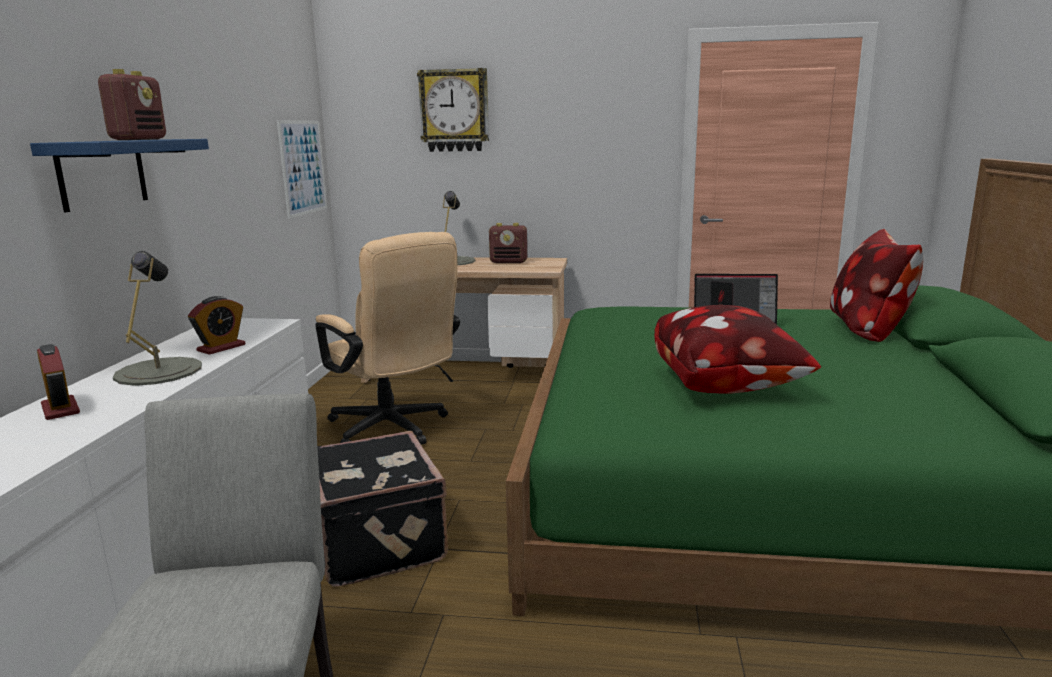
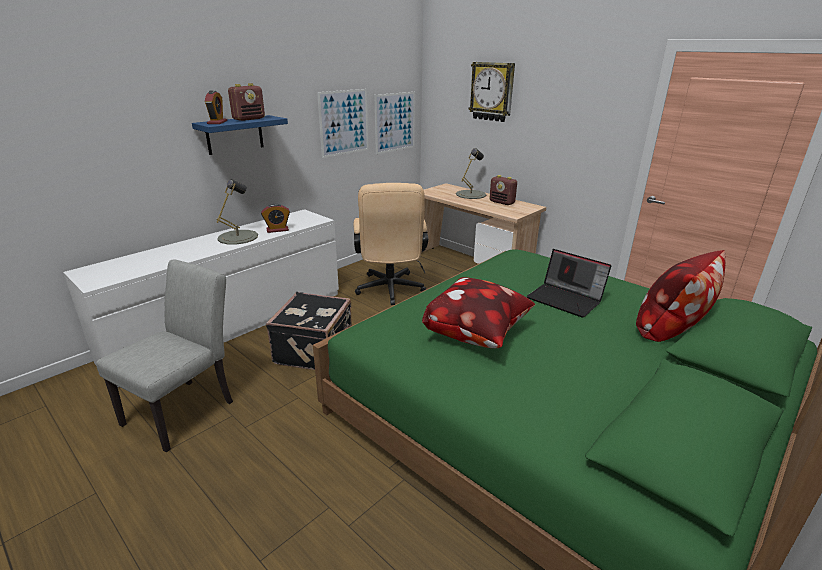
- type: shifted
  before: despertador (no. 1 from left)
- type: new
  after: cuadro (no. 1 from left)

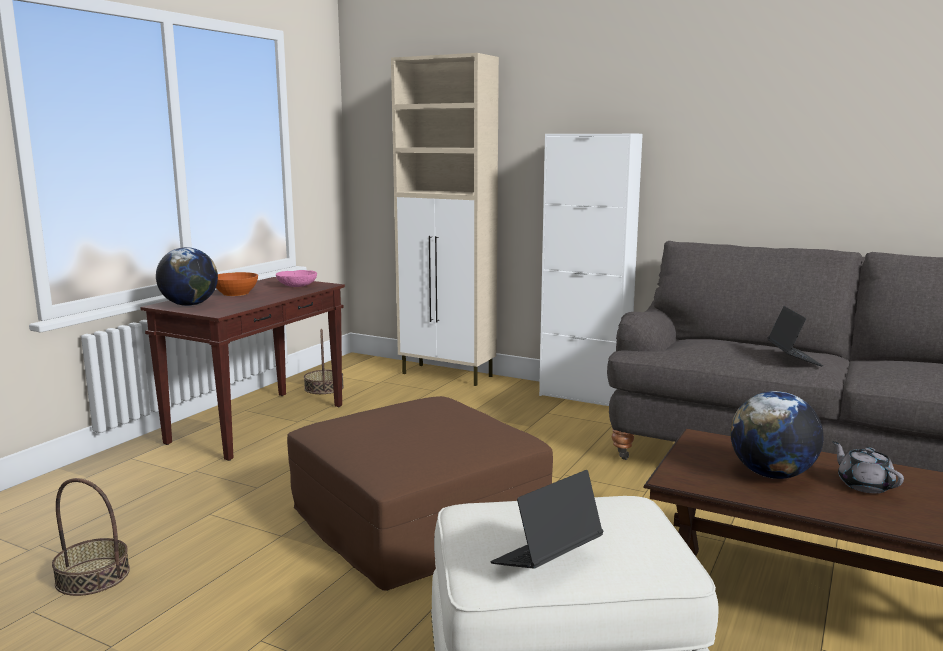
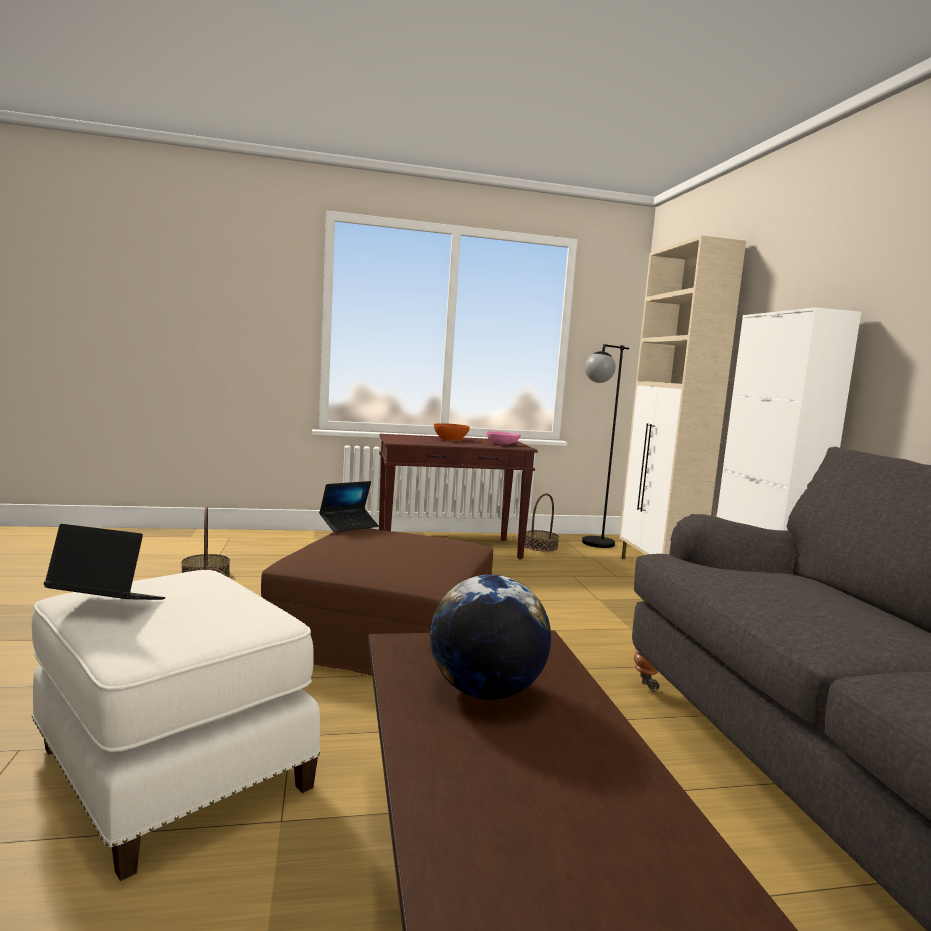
- type: shifted
  before: portátil (no. 2 from left)
- type: new
  after: lámpara de pie (negro)
- type: gone
  before: globo terráqueo (no. 1 from left)
- type: gone
  before: tetera (gris)

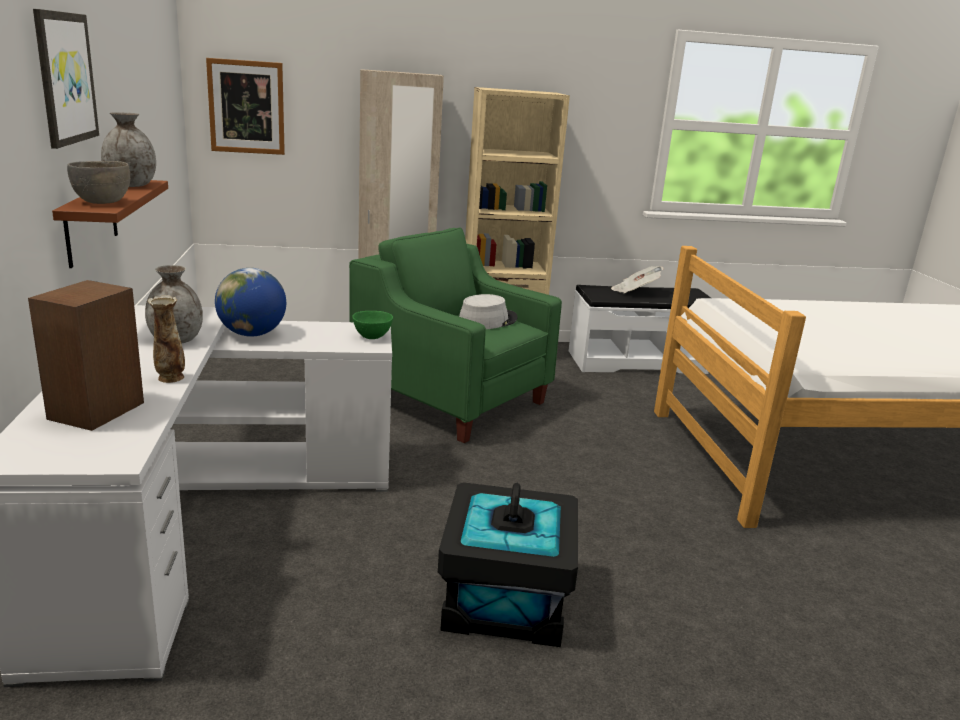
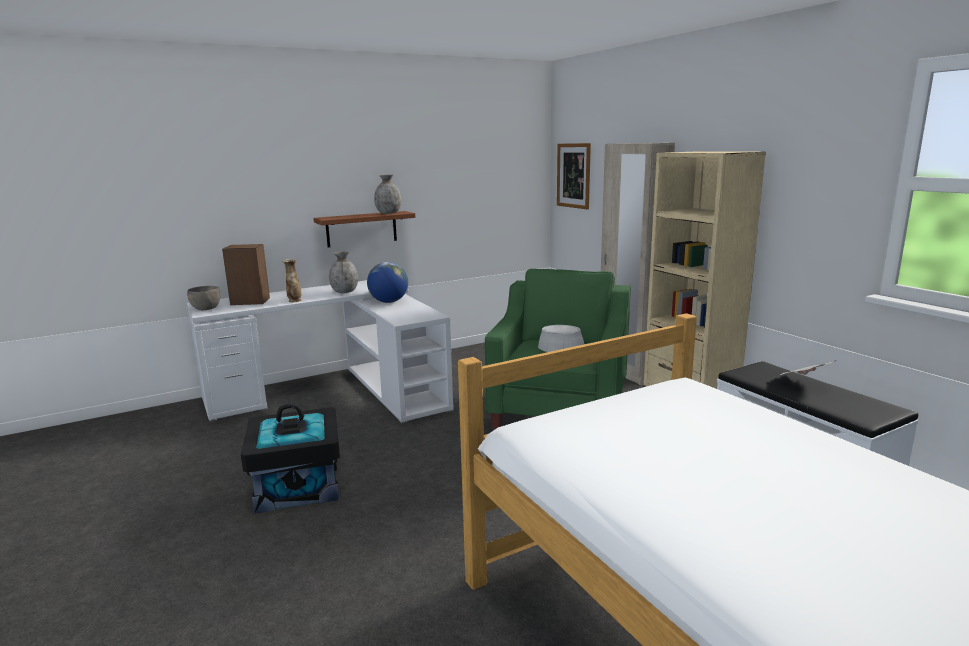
- type: shifted
  before: cuenco (gris)
- type: gone
  before: cuadro (no. 1 from left)
- type: gone
  before: cuenco (verde)

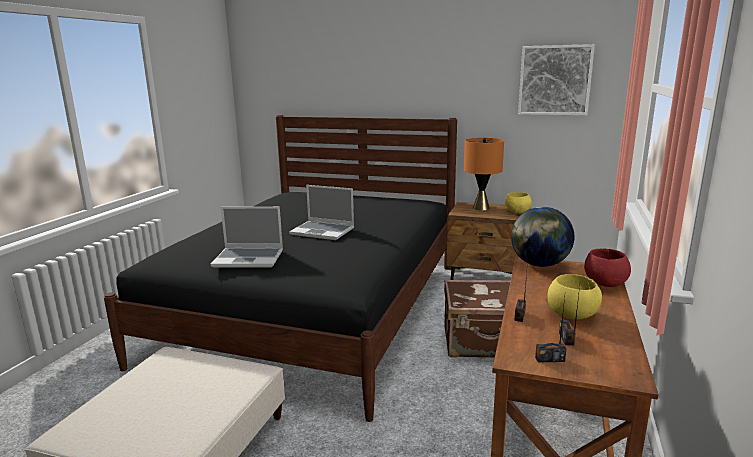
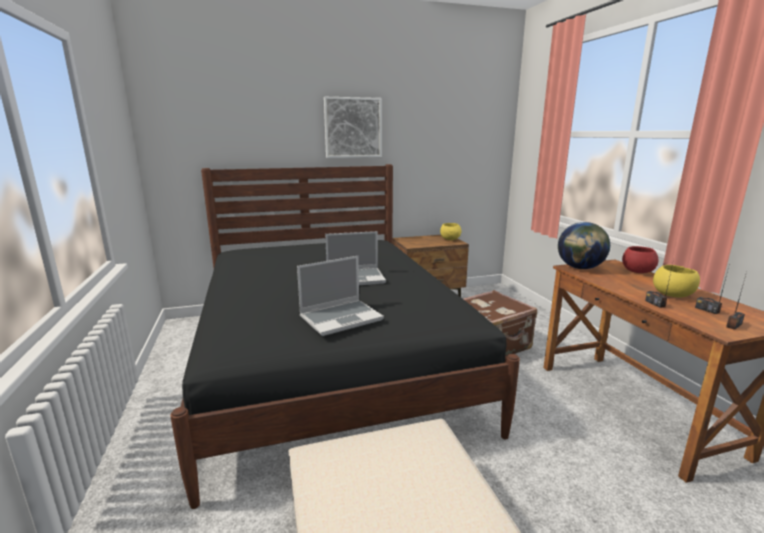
- type: shifted
  before: cuadro
- type: gone
  before: lámpara de mesa (naranja)

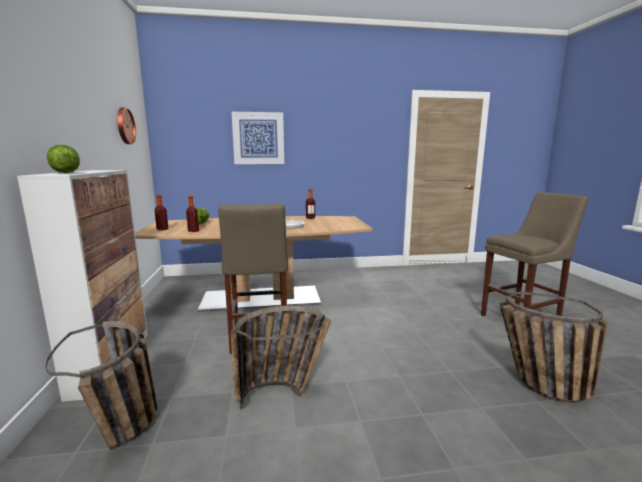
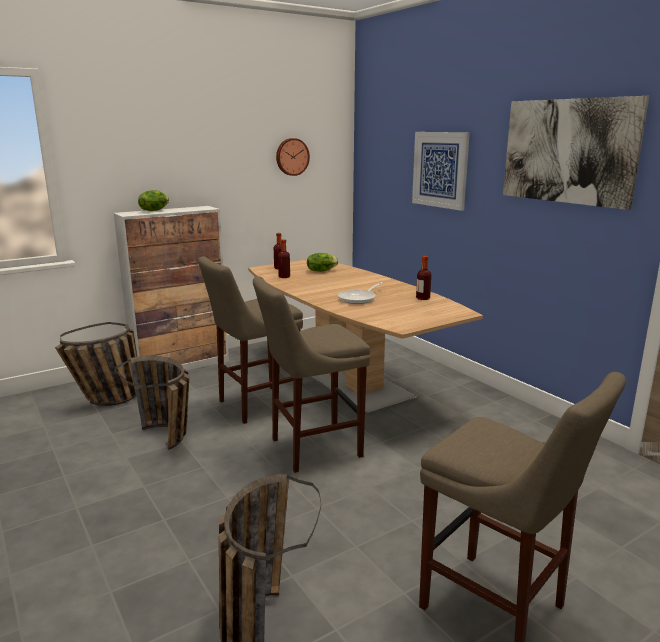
- type: new
  after: taburete (beis) (no. 2 from left)
- type: new
  after: cuadro (no. 2 from left)

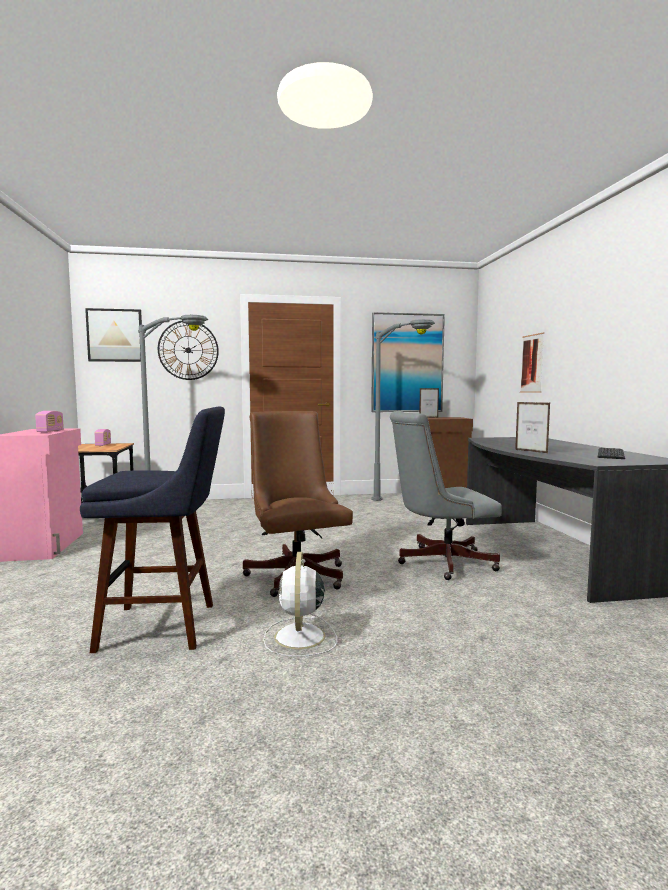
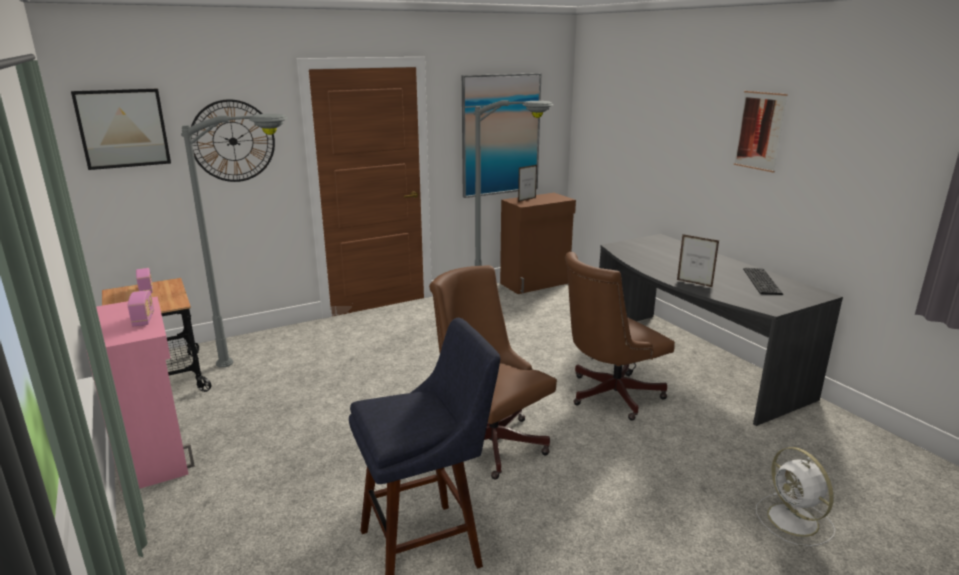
- type: repainted
  before: silla de oficina (gris)
  after: silla de oficina (marrón) (no. 2 from left)
- type: shifted
  before: cuadro (no. 3 from left)
- type: shifted
  before: ventilador (blanco)

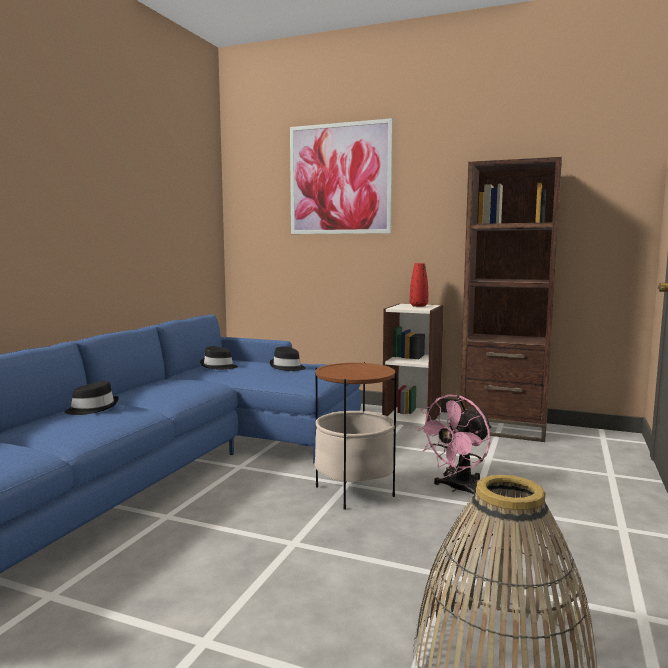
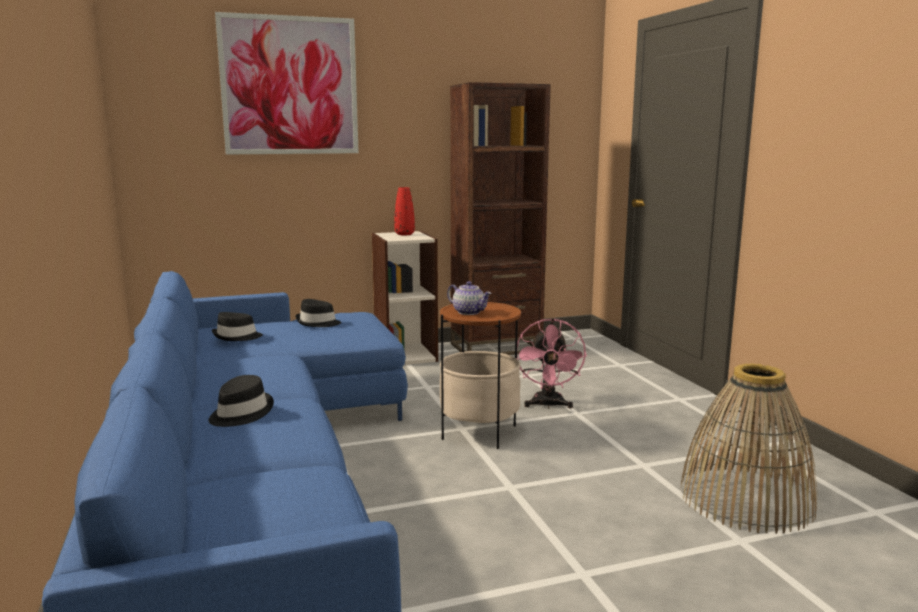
- type: new
  after: tetera

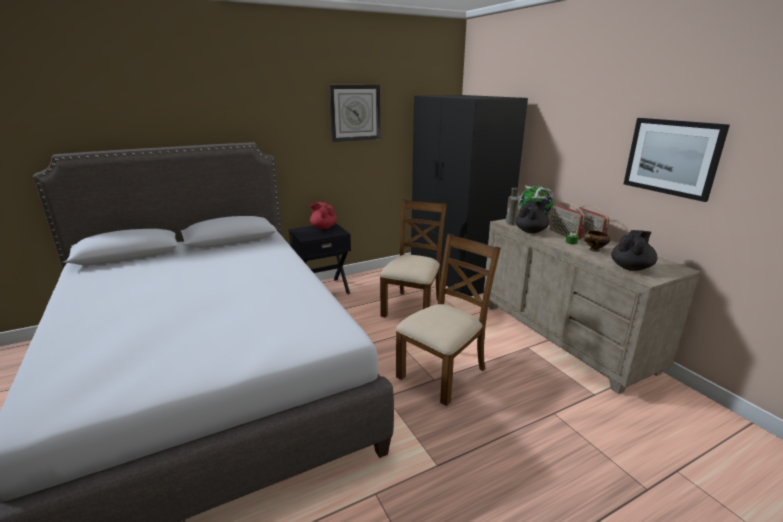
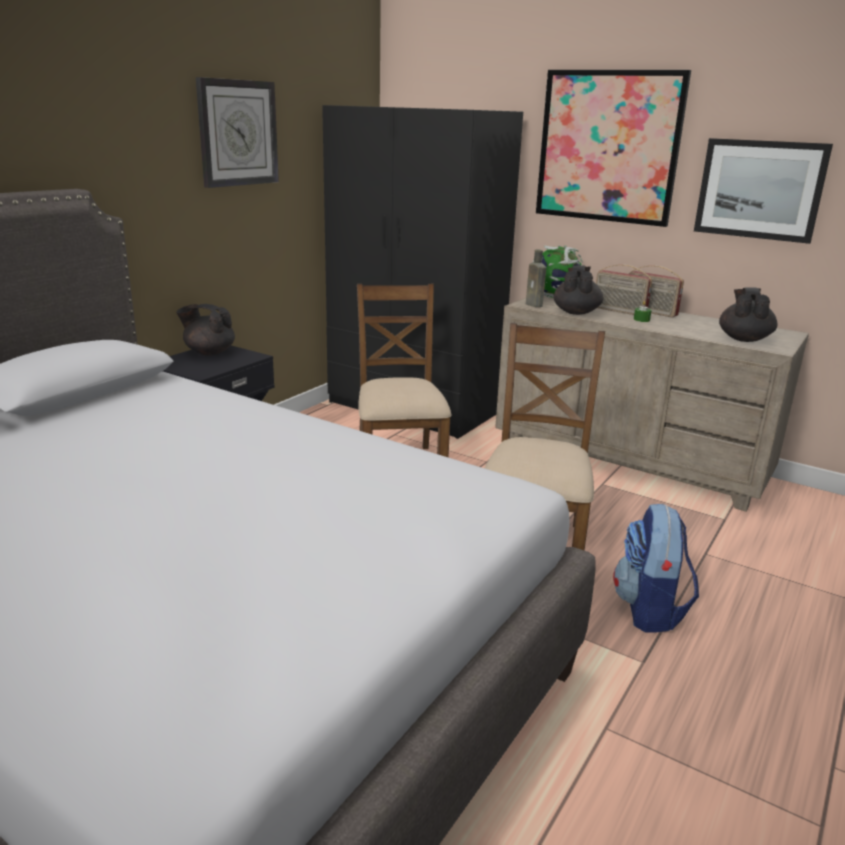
- type: repainted
  before: tetera (rojo)
  after: tetera (negro) (no. 1 from left)
- type: new
  after: cuadro (no. 1 from left)
- type: new
  after: mochila
- type: gone
  before: cuenco

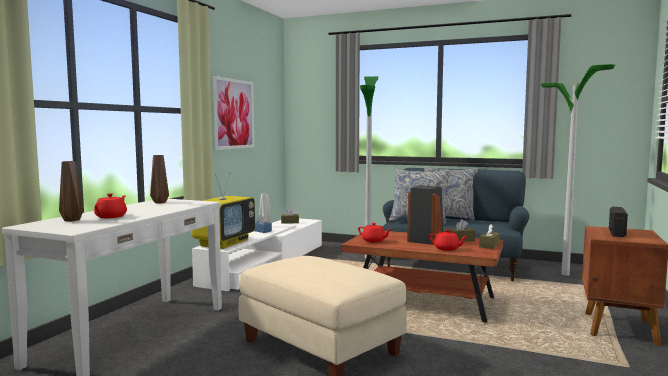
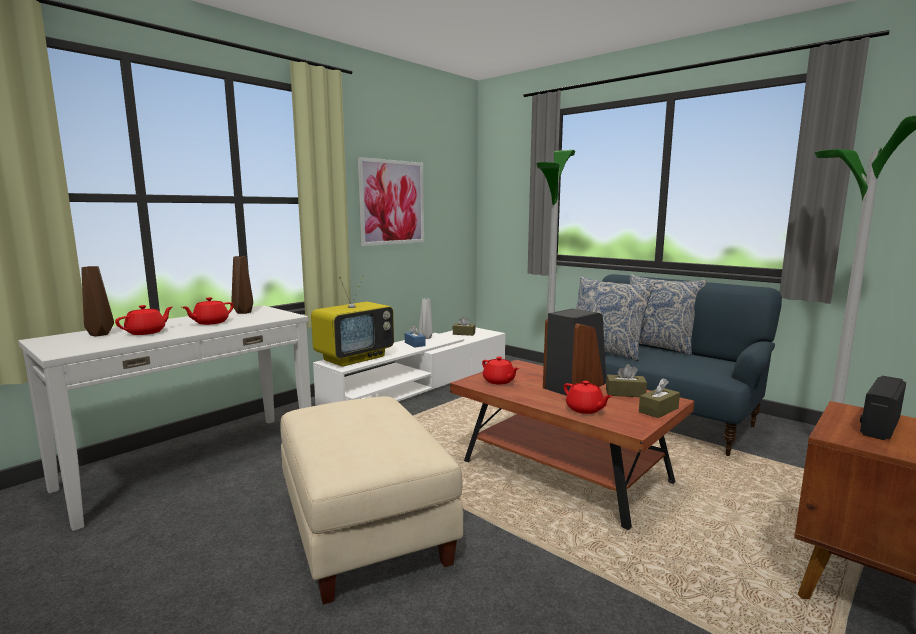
- type: new
  after: tetera (rojo) (no. 2 from left)

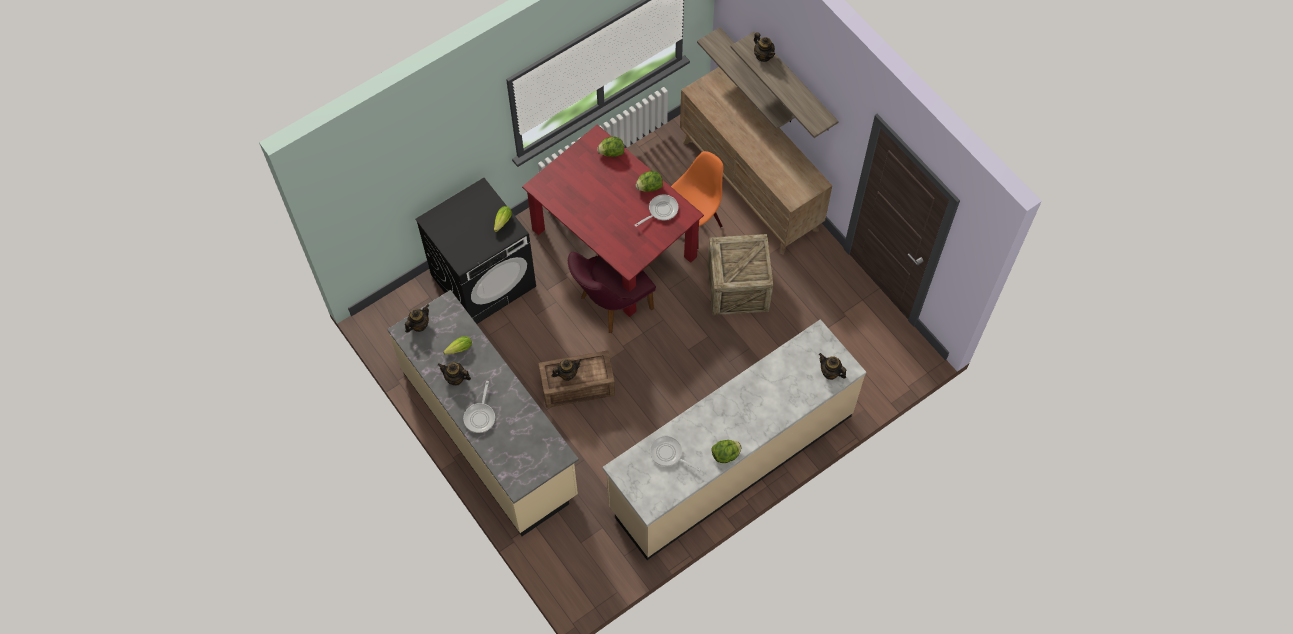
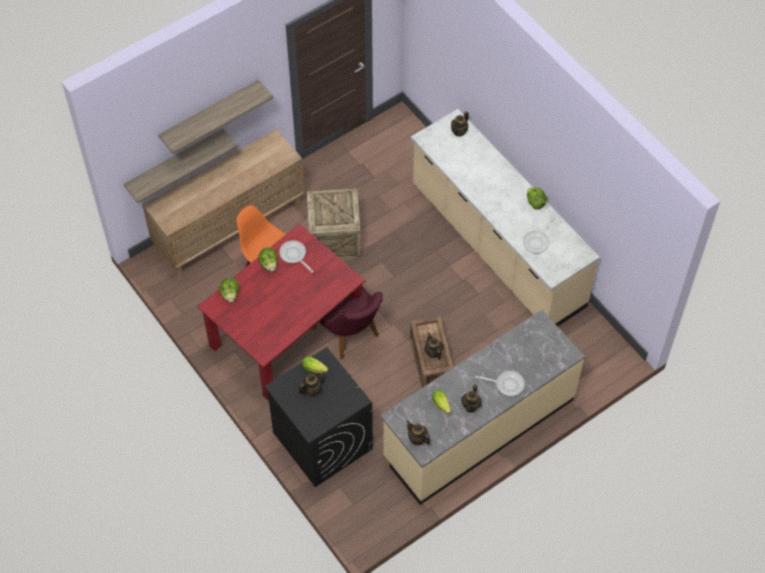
- type: shifted
  before: tetera (no. 4 from left in the first image)
  after: tetera (no. 1 from left)

